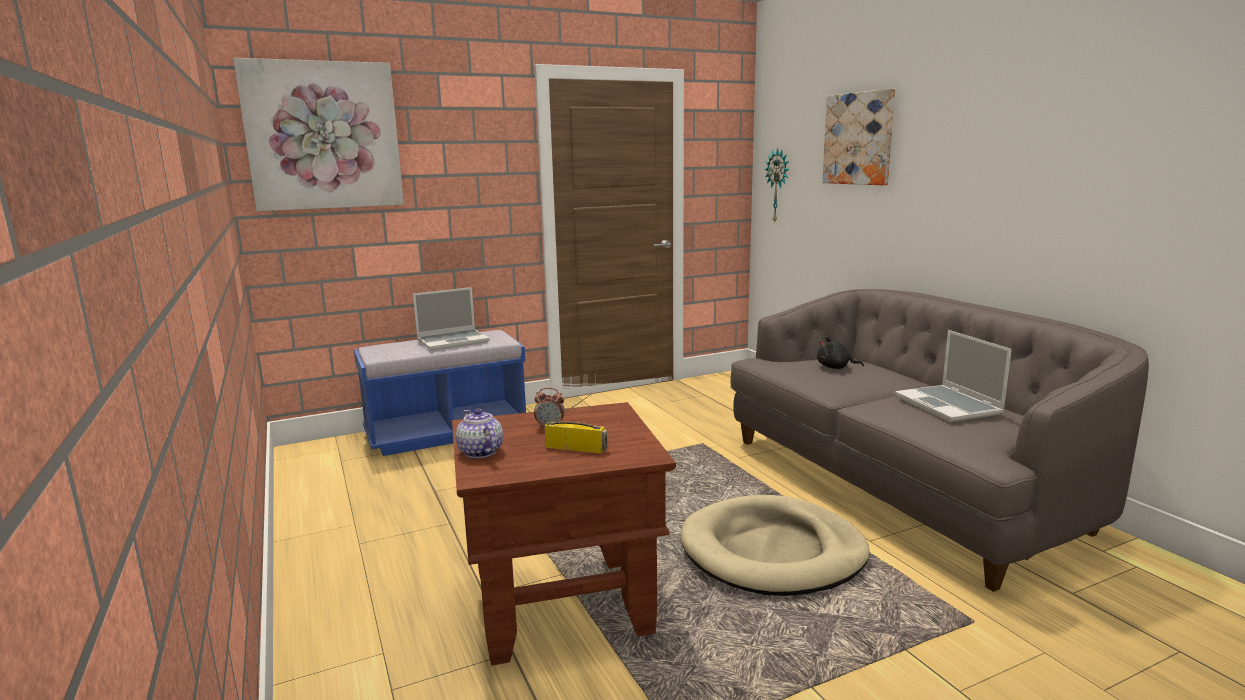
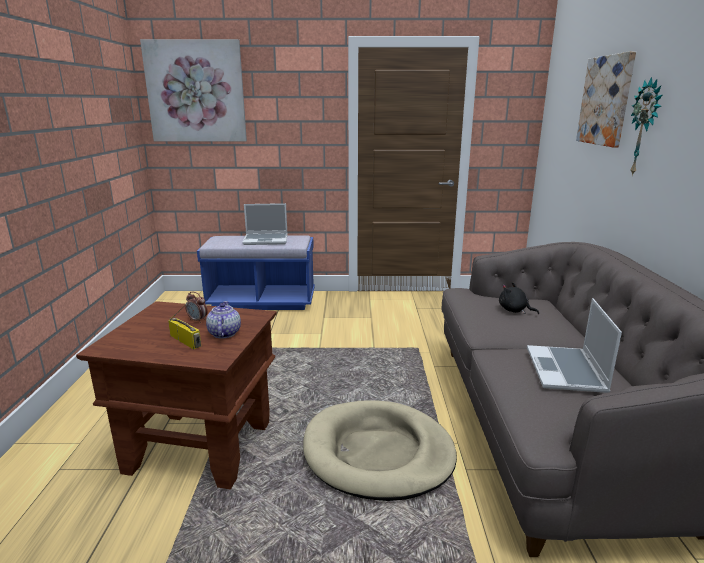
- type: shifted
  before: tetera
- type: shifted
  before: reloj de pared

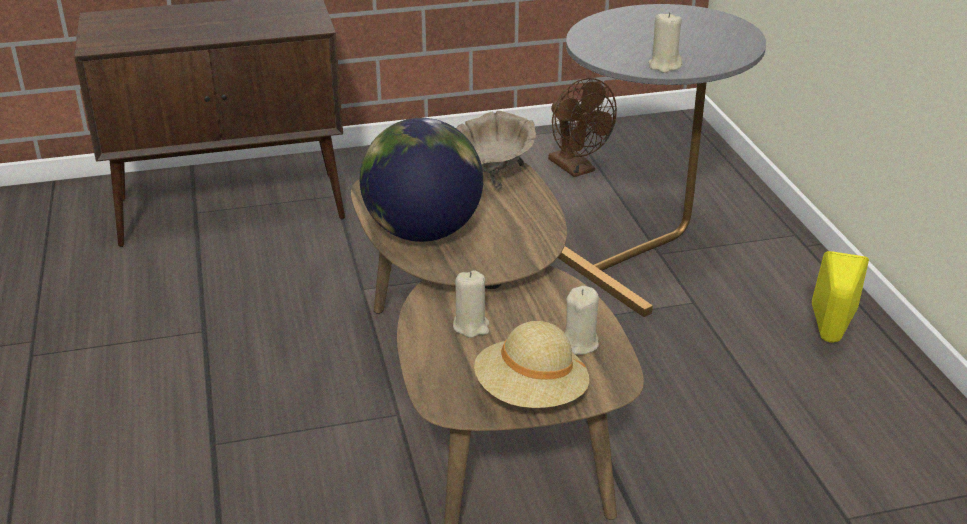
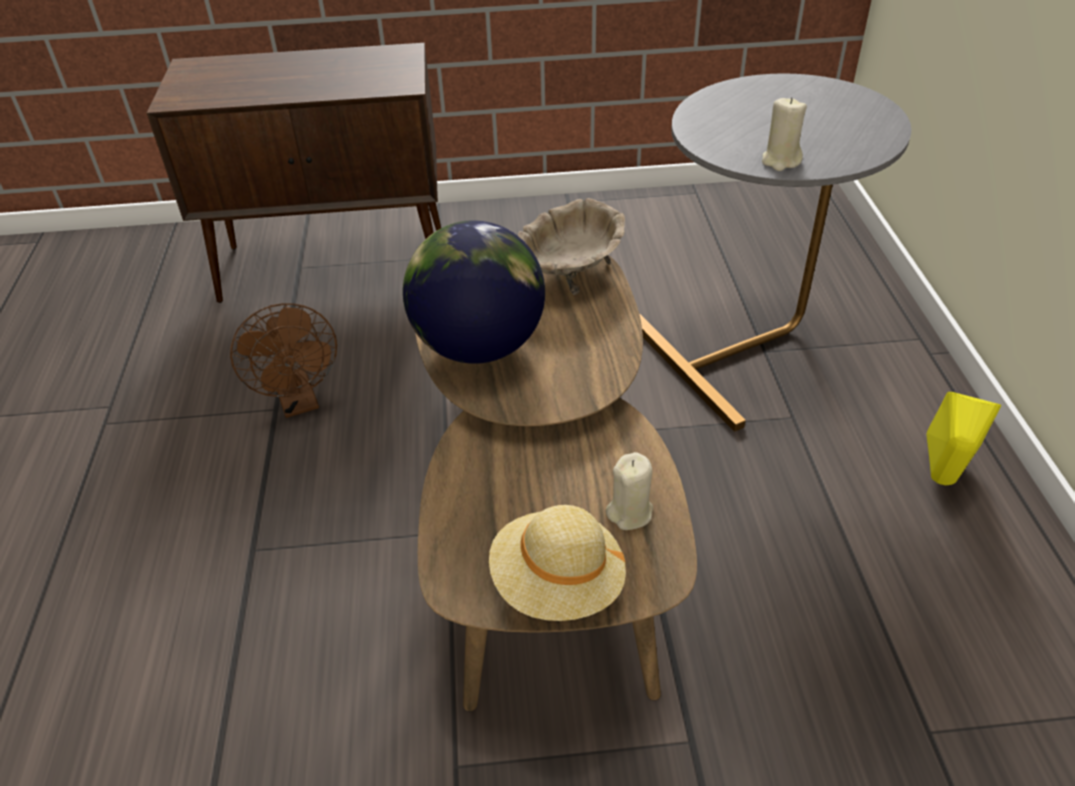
- type: shifted
  before: ventilador (marrón)
- type: gone
  before: vela (beis) (no. 1 from left)

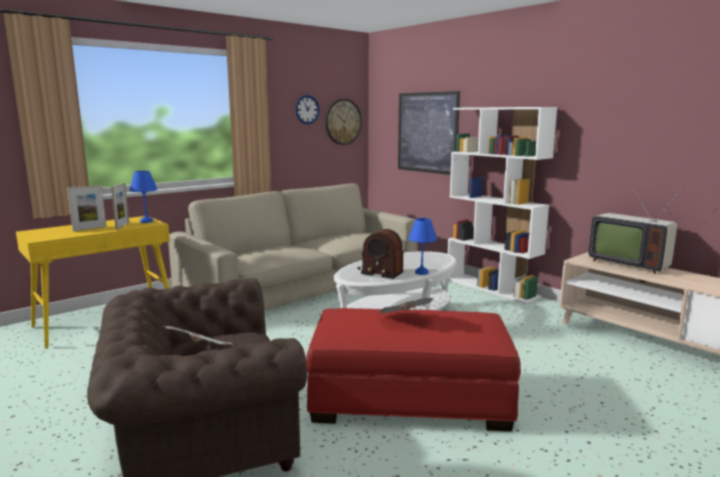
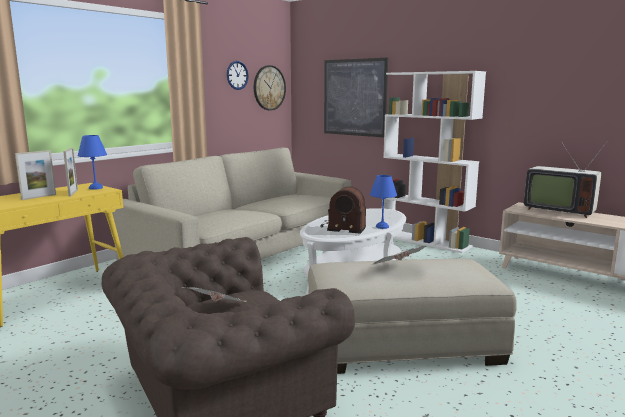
- type: repainted
  before: puf (rojo)
  after: puf (beis)

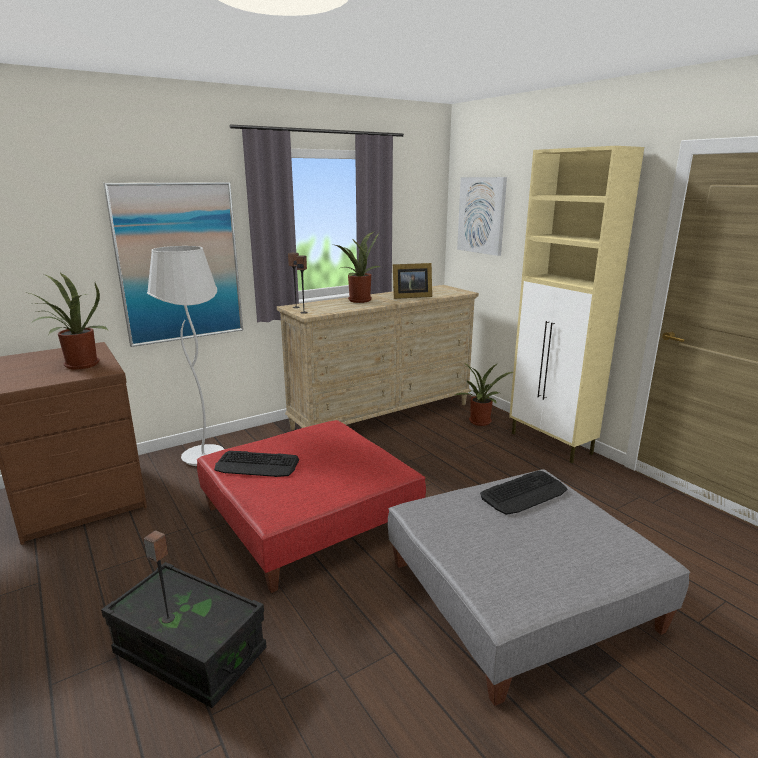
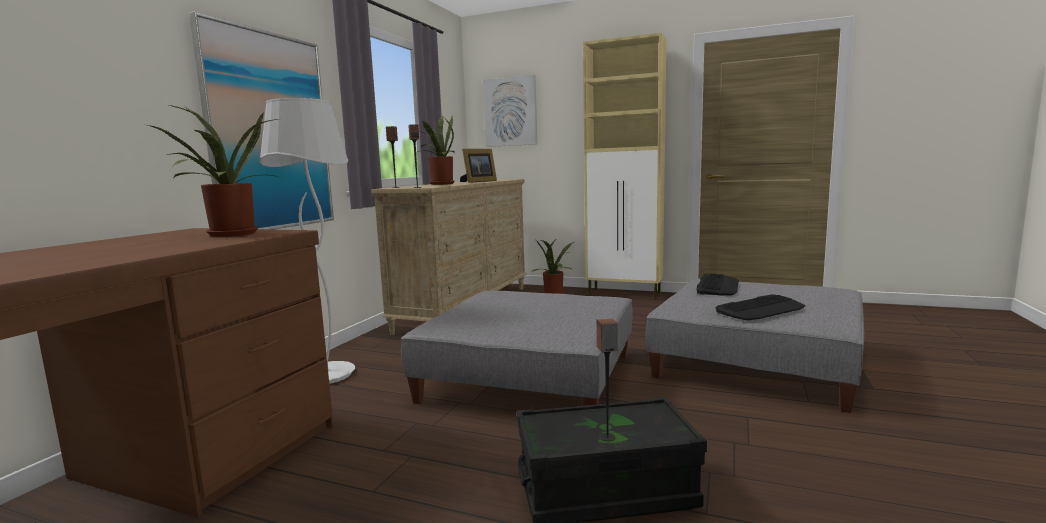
- type: repainted
  before: puf (rojo)
  after: puf (gris) (no. 1 from left)
- type: shifted
  before: teclado (no. 1 from left in the first image)
  after: teclado (no. 2 from left)

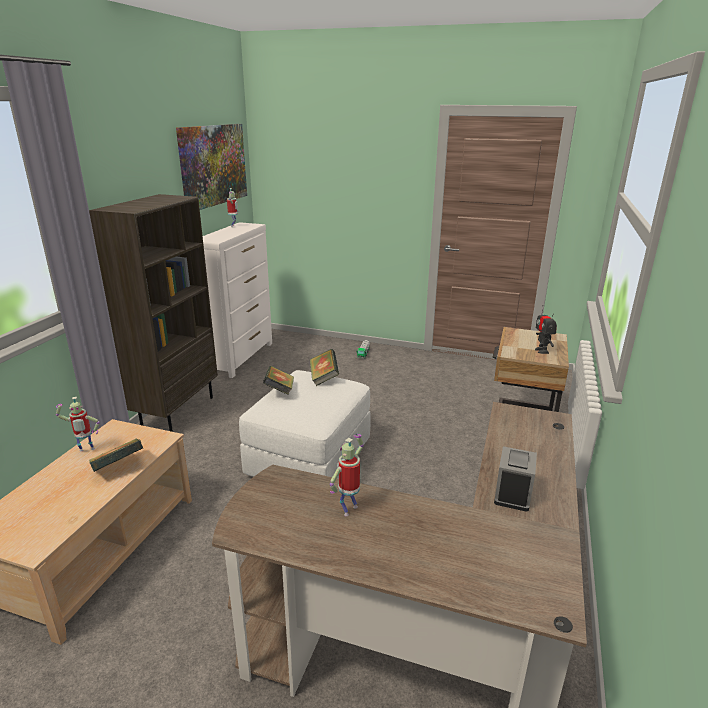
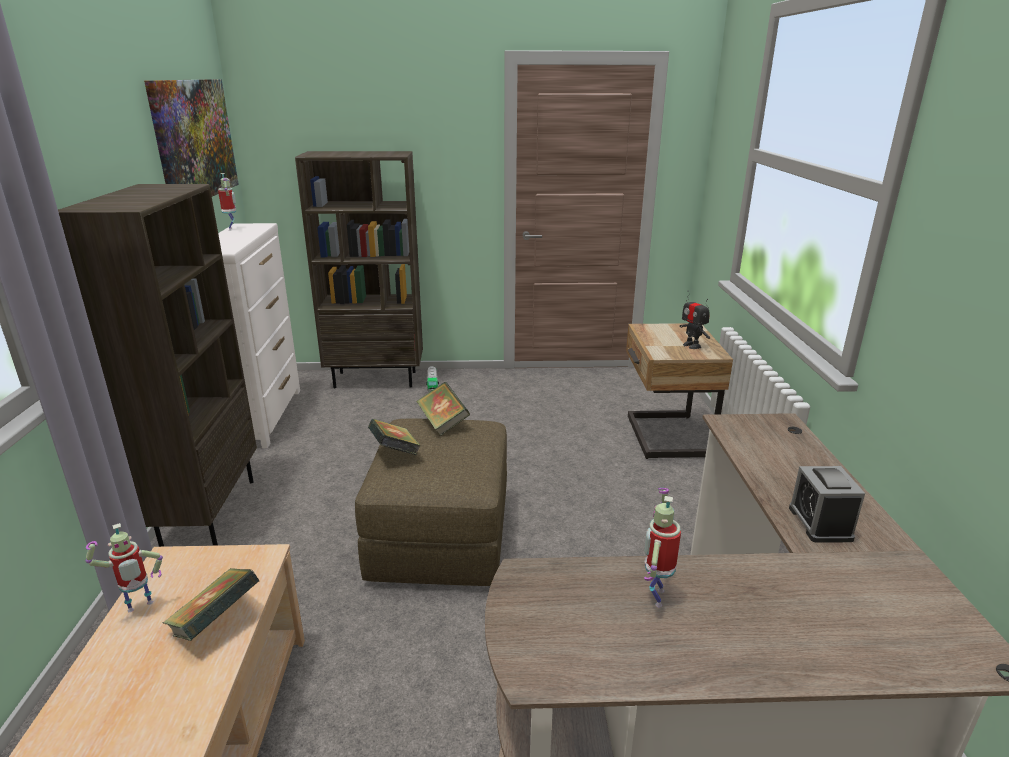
- type: new
  after: estantería (marrón) (no. 2 from left)
- type: repainted
  before: puf (blanco)
  after: puf (marrón)

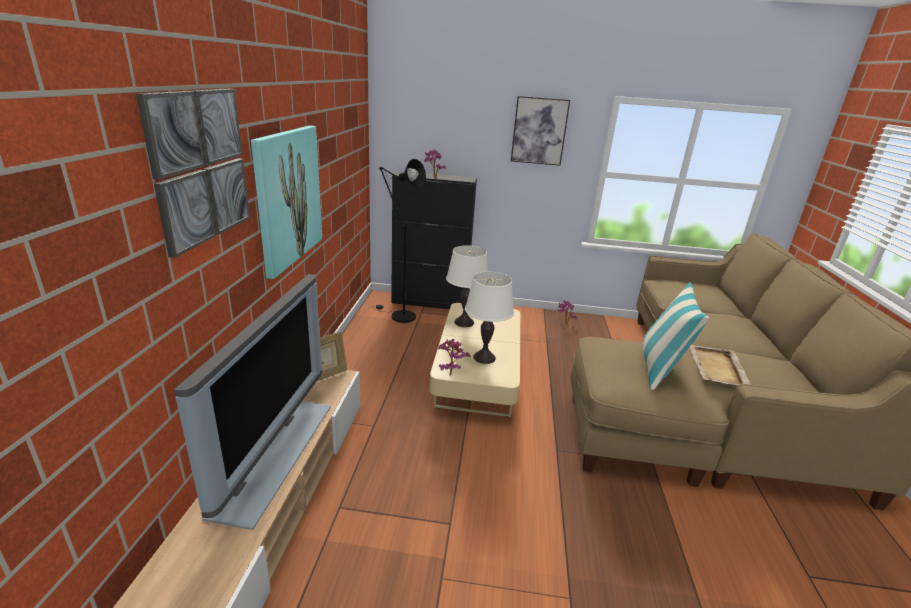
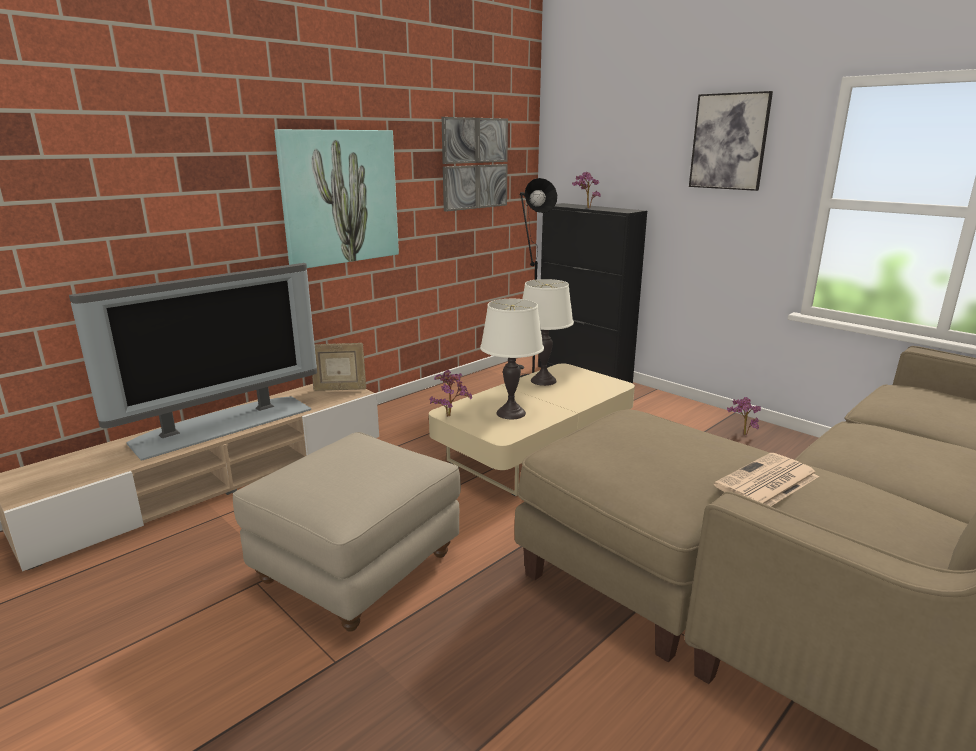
- type: new
  after: puf (beis)
- type: shifted
  before: cuadro (no. 1 from left in the first image)
  after: cuadro (no. 2 from left)
- type: swapped
  before: bandeja (beis)
  after: periódico
- type: gone
  before: cojín

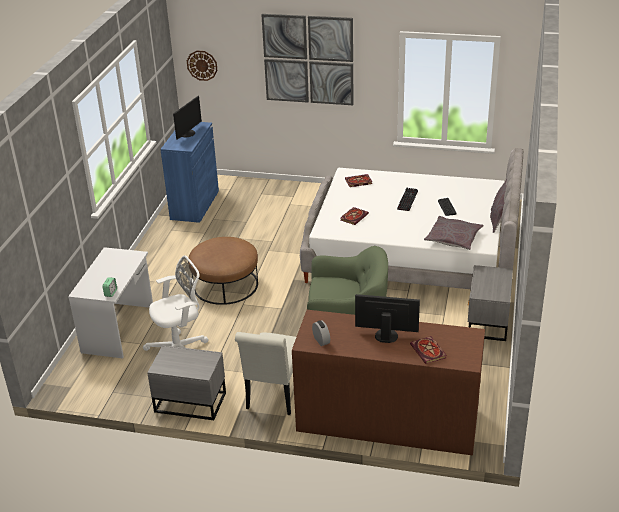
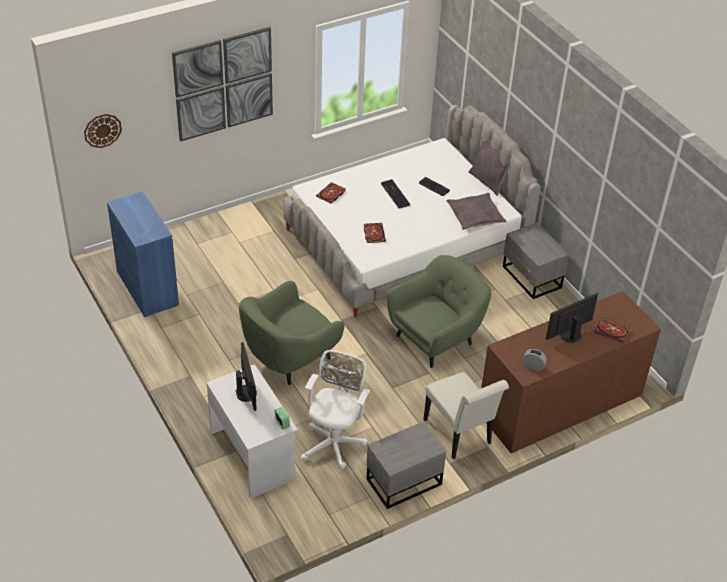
- type: shifted
  before: monitor (no. 1 from left)
- type: swapped
  before: puf (marrón)
  after: sillón (verde) (no. 1 from left)

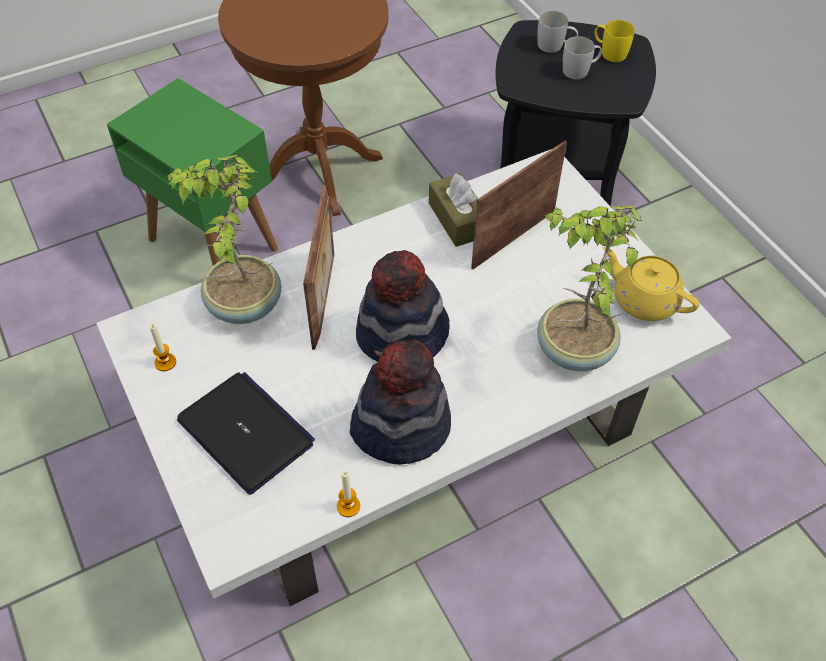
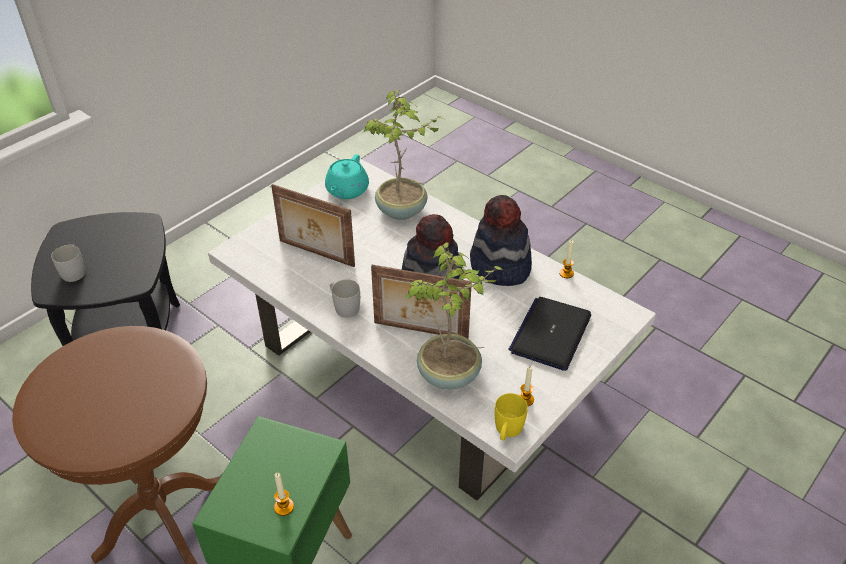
- type: new
  after: vela (no. 1 from left)
- type: repainted
  before: tetera (amarillo)
  after: tetera (turquesa)
- type: shifted
  before: taza grande (blanco) (no. 2 from left)
- type: rotated
  before: portarretratos (no. 1 from left in the first image)
  turn: -150
- type: shifted
  before: taza grande (amarillo)
- type: gone
  before: caja de pañuelos (marrón)

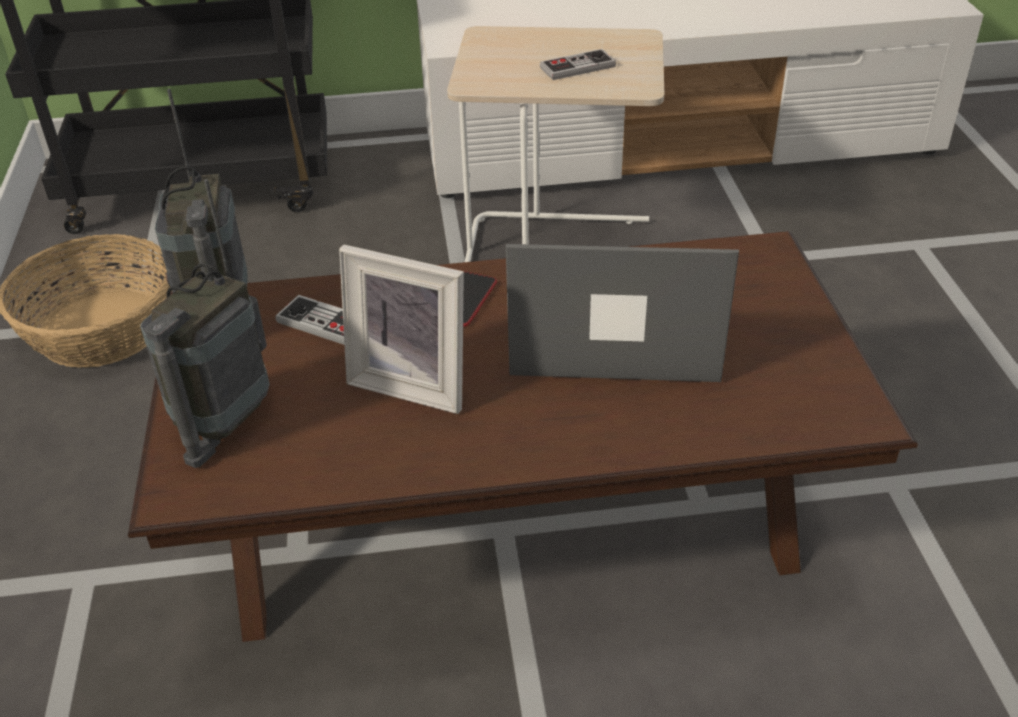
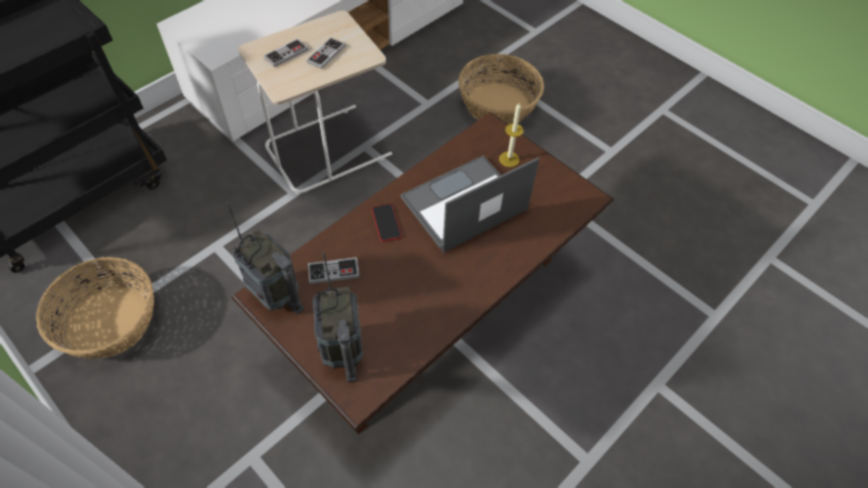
- type: new
  after: mando de consola (no. 1 from left)
- type: new
  after: cesta (no. 2 from left)
- type: new
  after: vela
- type: gone
  before: portarretratos

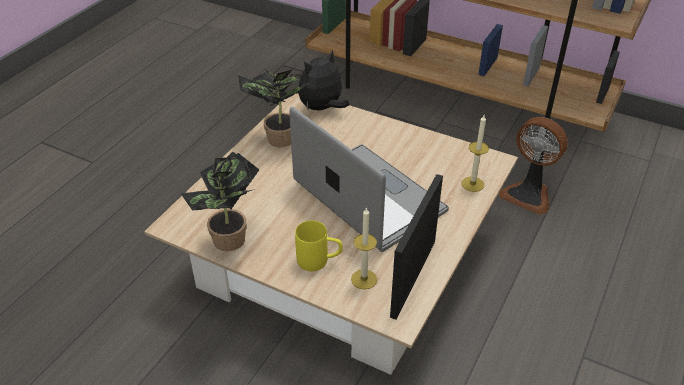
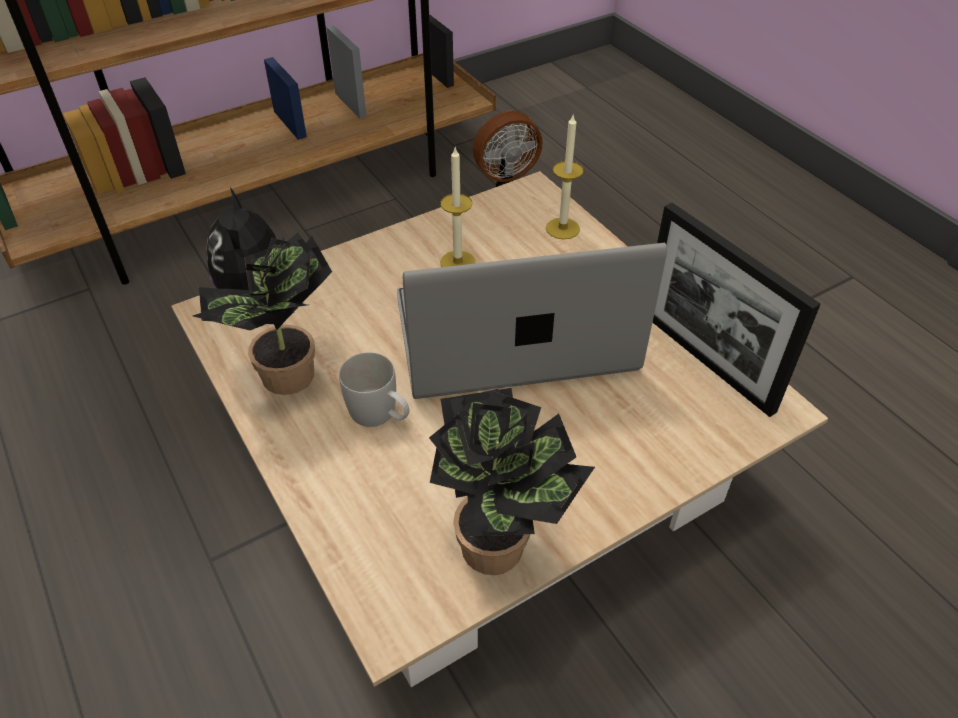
- type: new
  after: taza grande (blanco)
- type: shifted
  before: vela (no. 1 from left)
- type: gone
  before: taza grande (amarillo)

